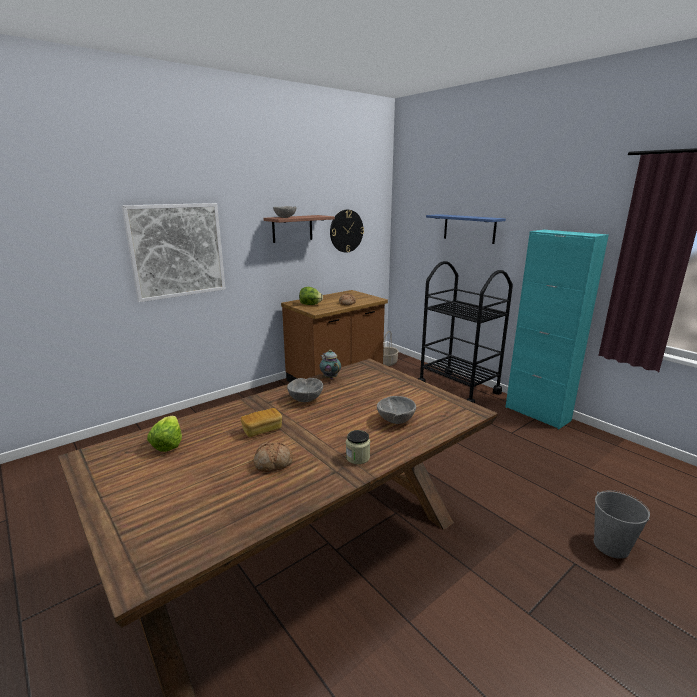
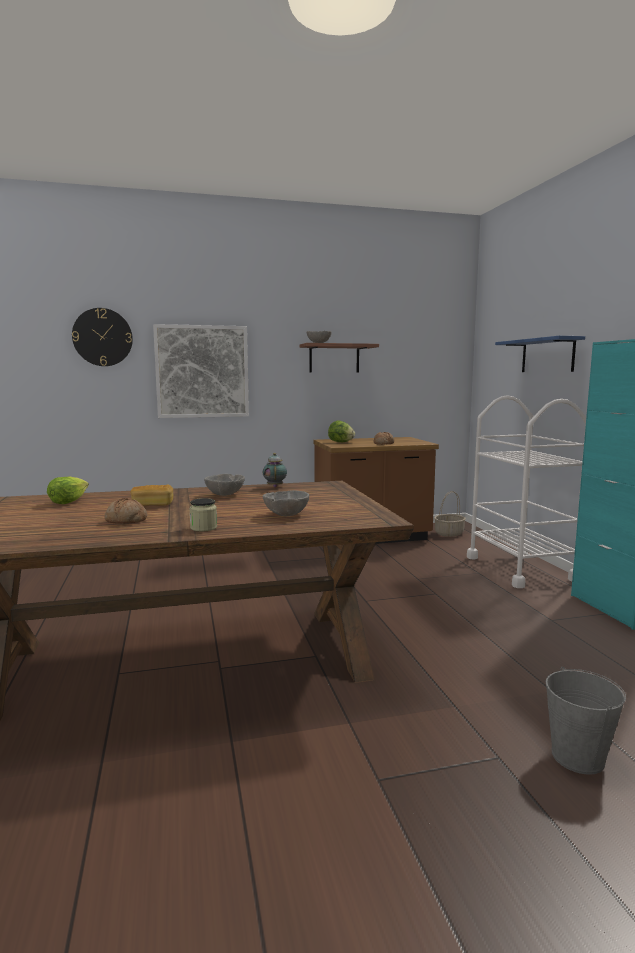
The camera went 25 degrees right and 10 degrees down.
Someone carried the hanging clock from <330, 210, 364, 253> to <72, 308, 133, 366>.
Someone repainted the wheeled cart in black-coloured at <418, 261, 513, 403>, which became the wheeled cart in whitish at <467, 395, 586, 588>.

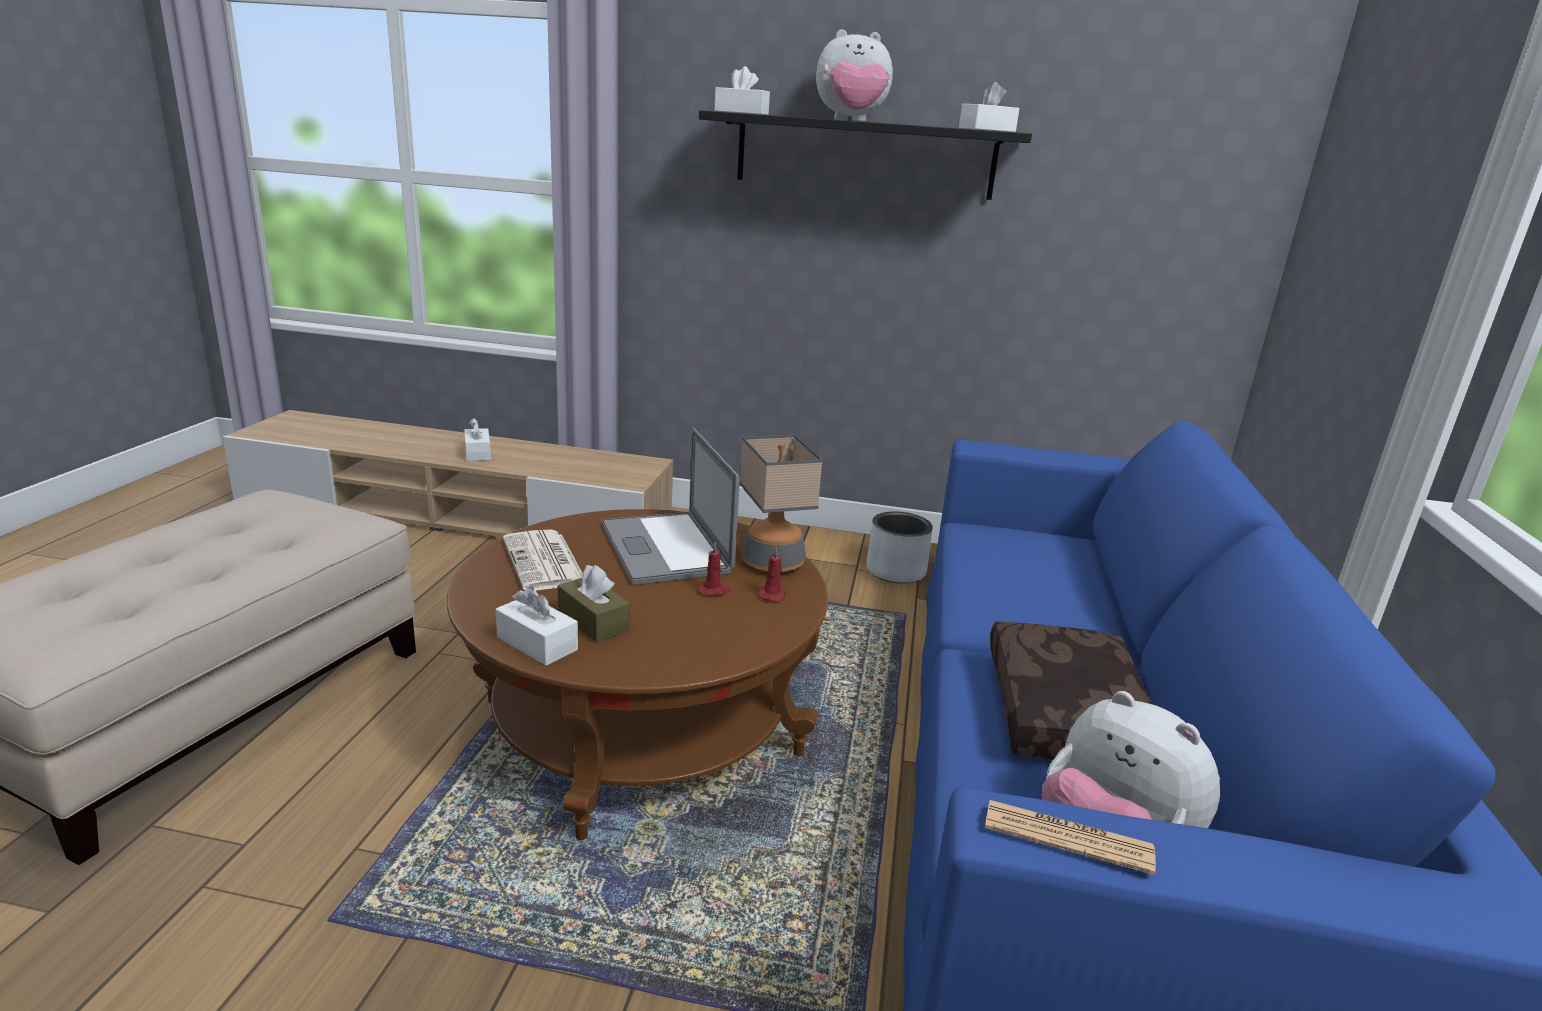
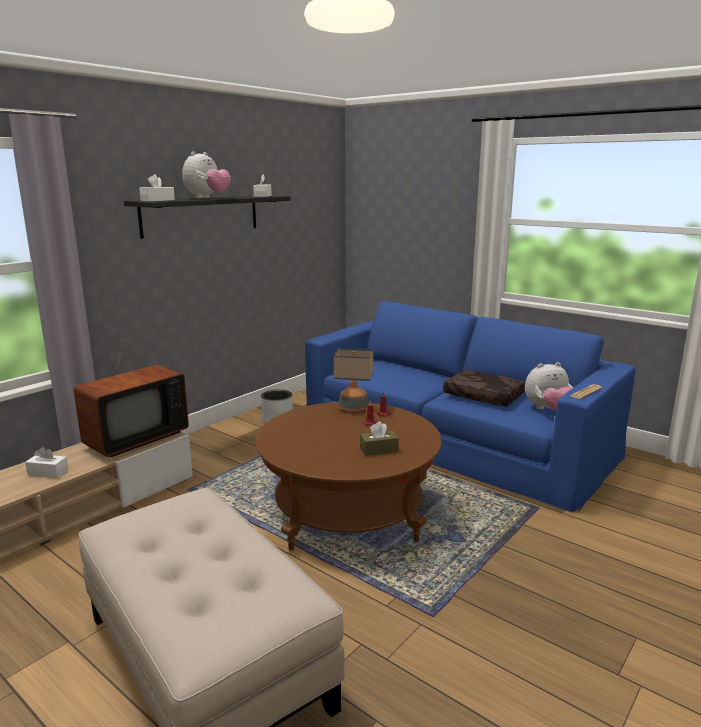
The camera went 60 degrees left and 5 degrees down.
Someone put down the TV set at <73, 337, 189, 457>.
Someone took away the tissue holder in whitish at <495, 586, 578, 666>.
Someone took away the newspaper at <503, 530, 583, 591>.
Someone took away the notebook computer at <601, 428, 740, 585>.

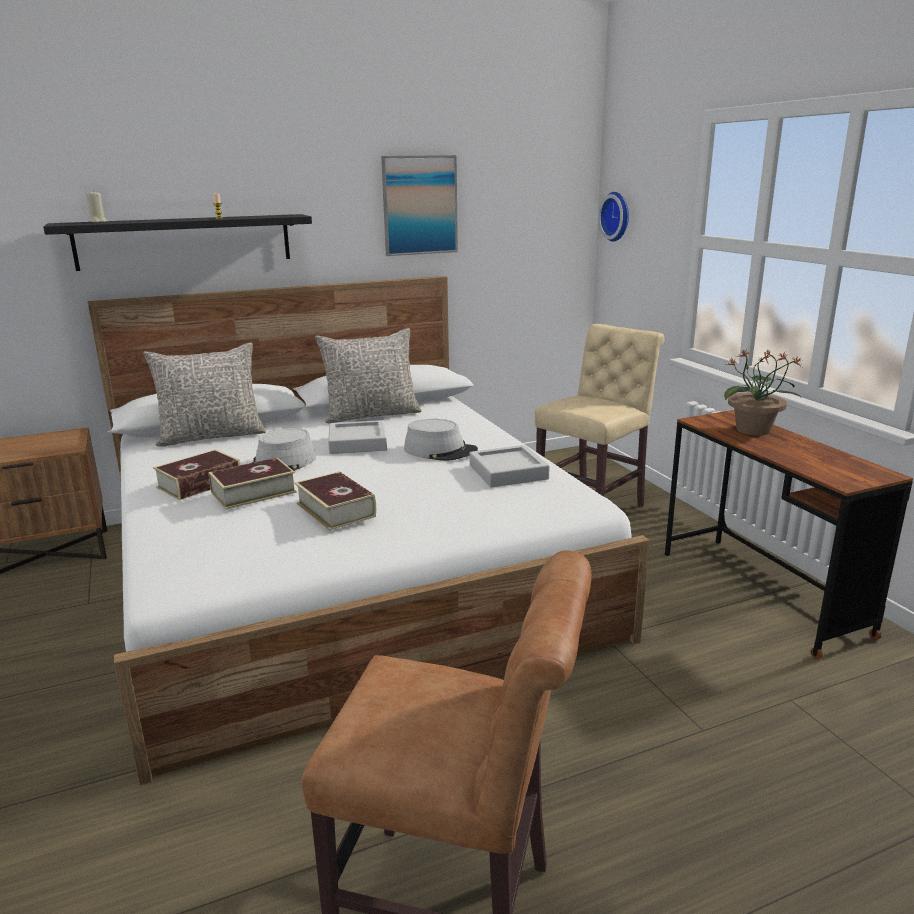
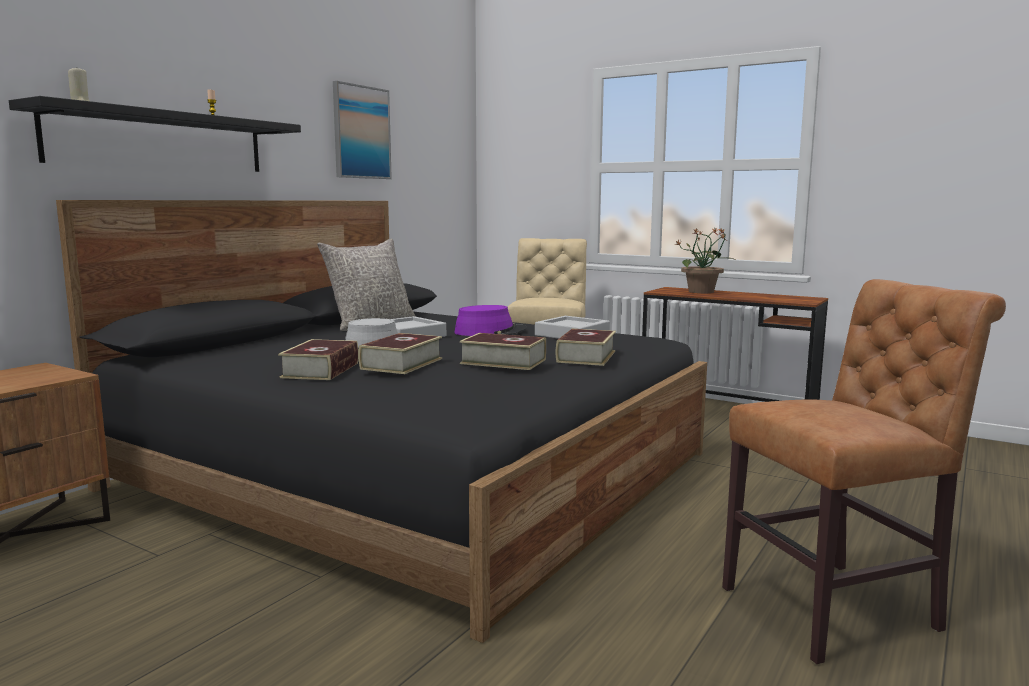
The camera went 35 degrees left and 10 degrees down.
Someone repainted the sleeping bed in whitish at <88, 276, 649, 785>, which became the sleeping bed in black-coloured at <56, 200, 707, 643>.
Someone repainted the clothing hat in greyish at <404, 419, 478, 461>, which became the clothing hat in purple-coloured at <454, 305, 527, 336>.
Someone put down the book at <556, 329, 616, 366>.
Someone took away the pillow in greyish at <143, 342, 266, 447>.
Someone took away the hanging clock at <598, 192, 629, 242>.

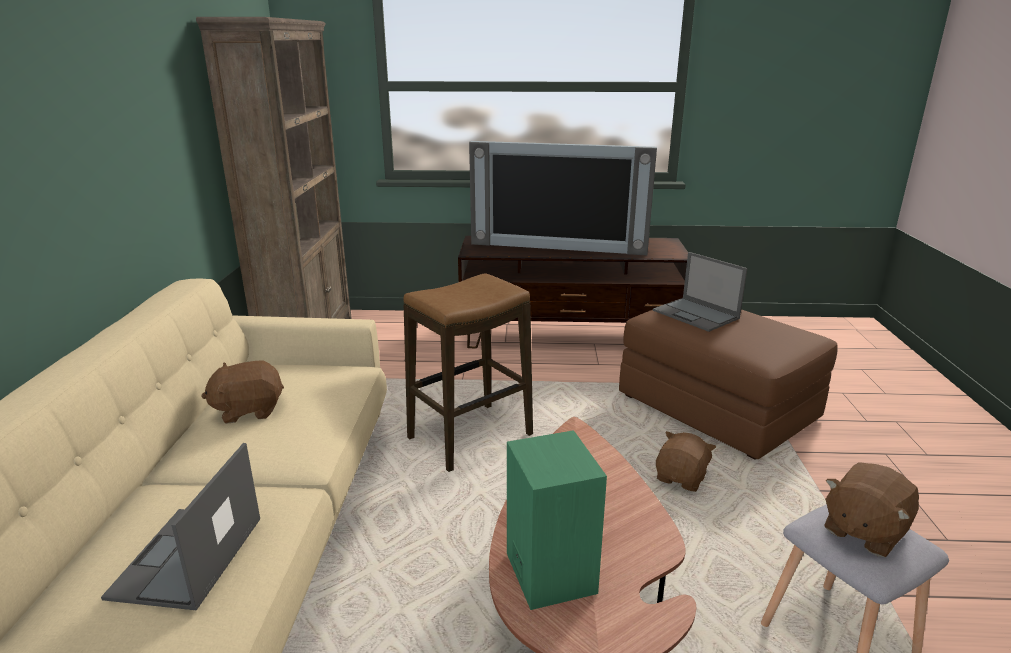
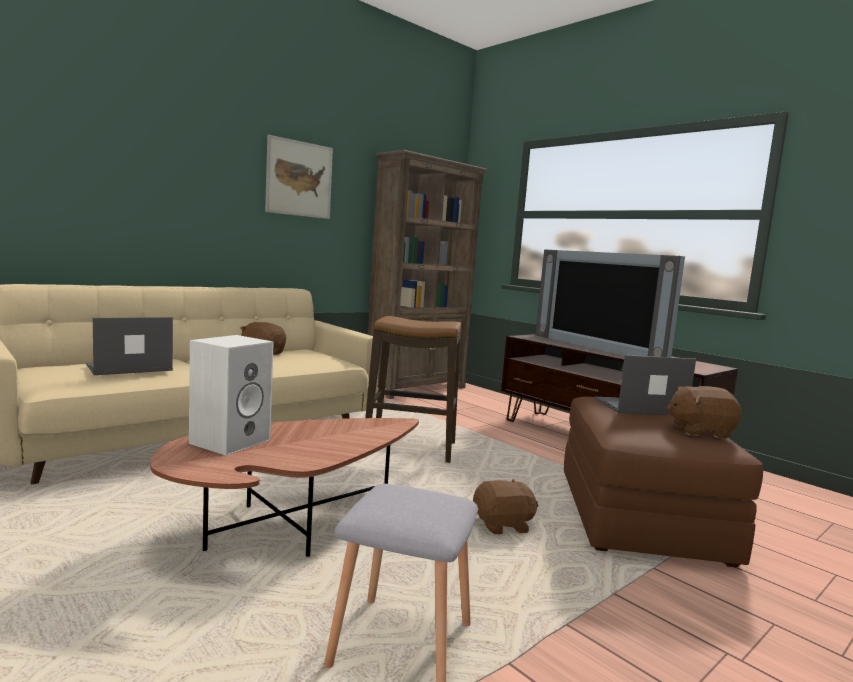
The camera went 45 degrees right and 15 degrees down.
Someone repainted the speaker in green at <507, 430, 607, 610>, which became the speaker in whitish at <189, 335, 274, 456>.
Someone put up the picture at <265, 135, 333, 219>.
Someone rotated the notebook computer at <653, 252, 747, 332> by 75 degrees clockwise.
Someone carried the cuddly toy in brown-coloured from <824, 462, 919, 557> to <666, 386, 741, 439>.

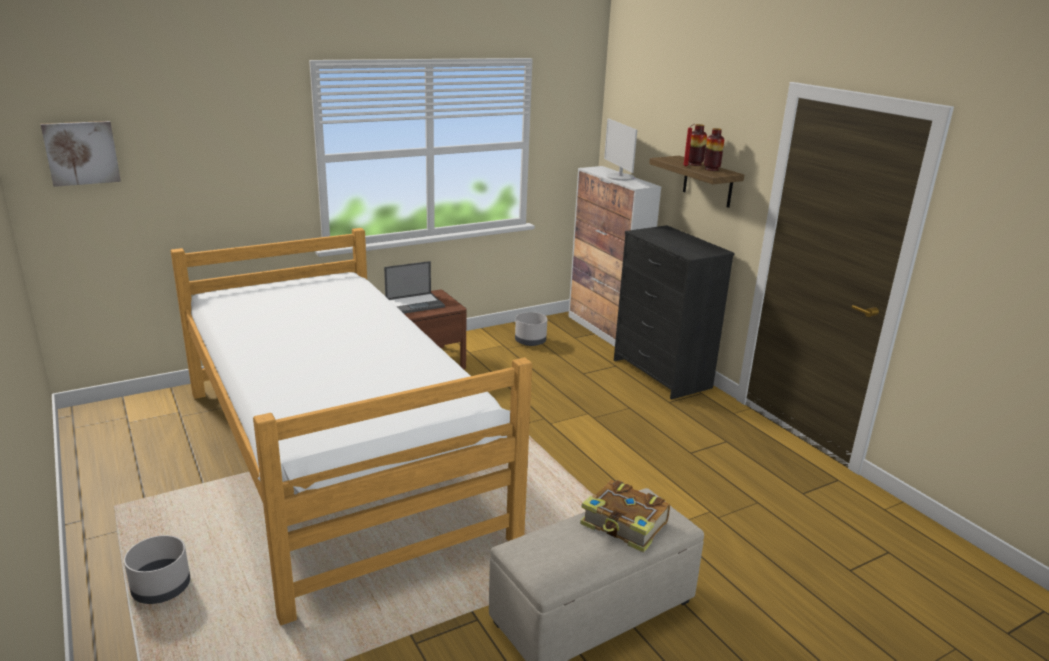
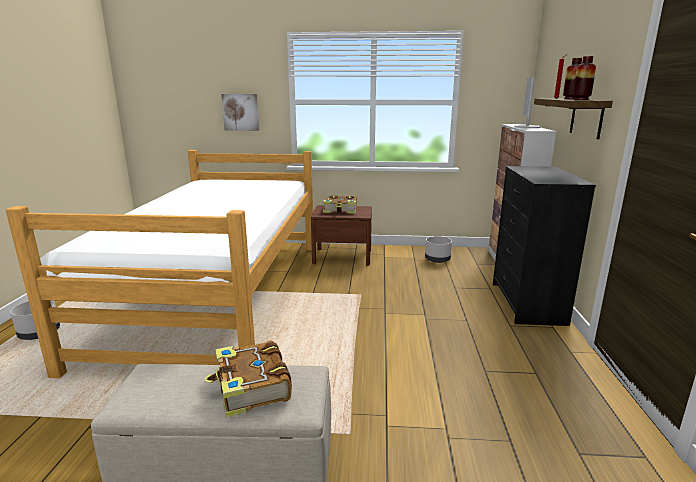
The camera went 35 degrees right and 5 degrees down.
Someone carried the picture from <41, 121, 121, 187> to <221, 94, 259, 131>.
Someone swapped the notebook computer at <384, 261, 445, 314> for the book at <323, 195, 357, 214>.

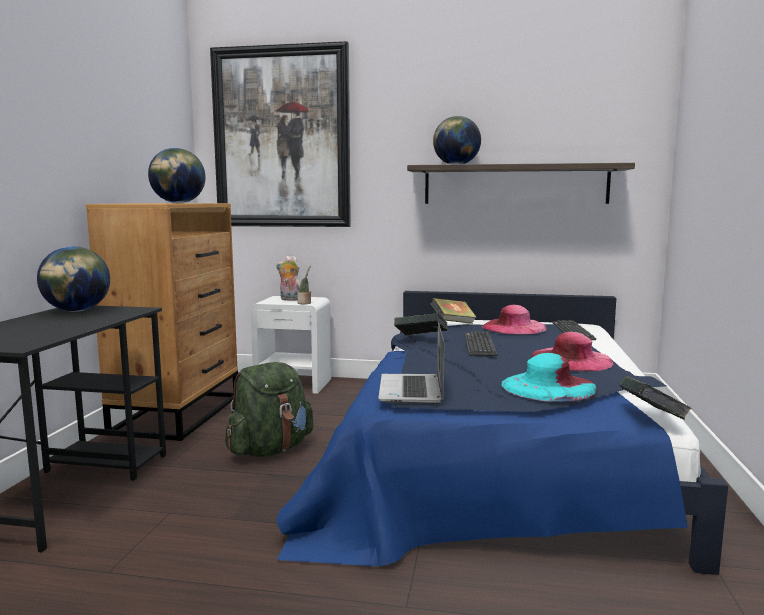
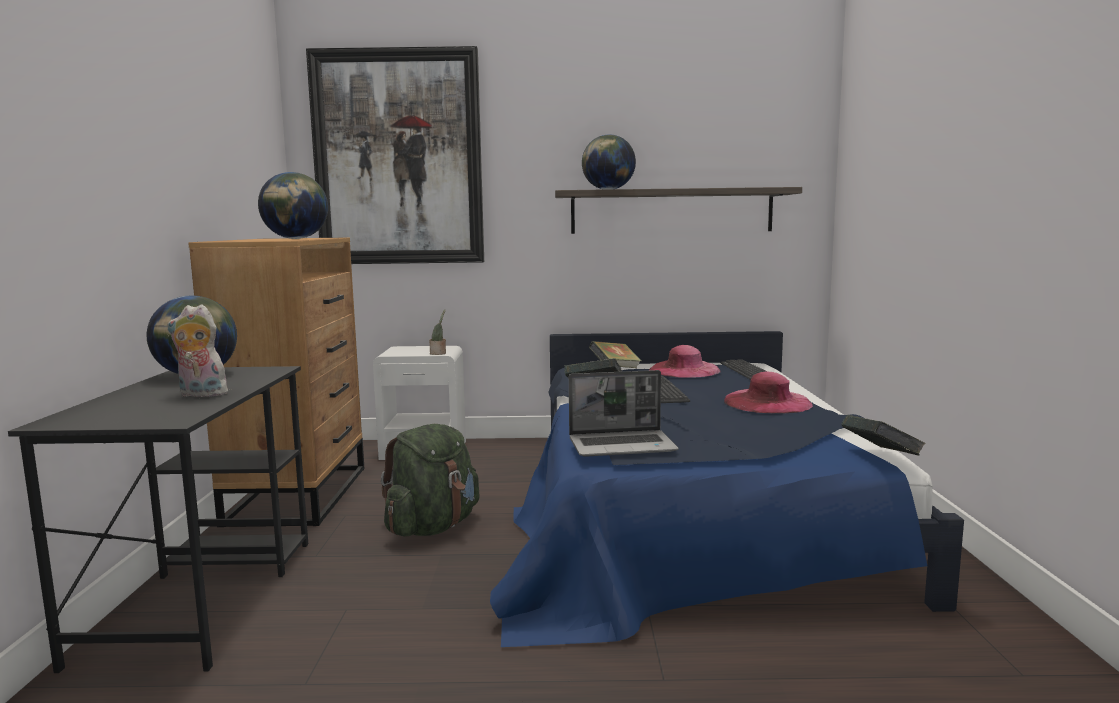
The camera went 10 degrees left and 0 degrees up.
Someone carried the cuddly toy from <276, 256, 300, 301> to <167, 304, 234, 397>.
Someone rotated the notebook computer at <378, 322, 444, 404> by 90 degrees counterclockwise.
Someone took away the clothing hat in turquoise at <501, 353, 597, 402>.

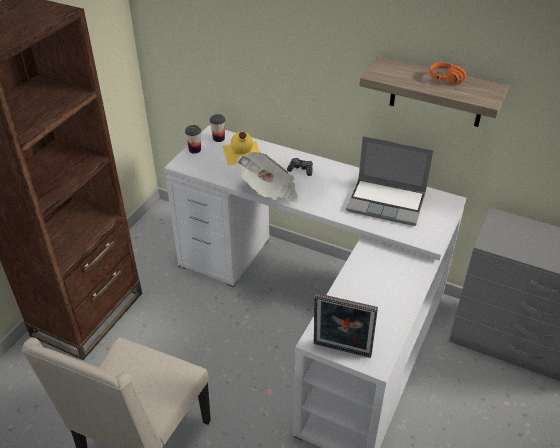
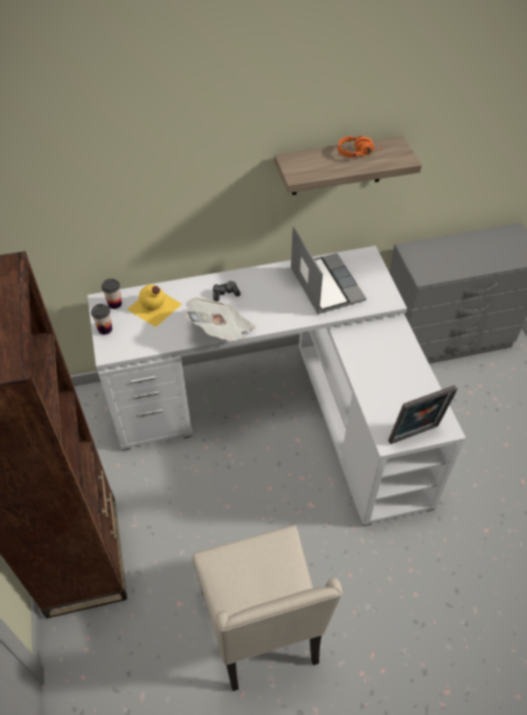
The camera went 40 degrees left and 10 degrees up.
Someone rotated the notebook computer at <346, 137, 433, 226> by 90 degrees counterclockwise.

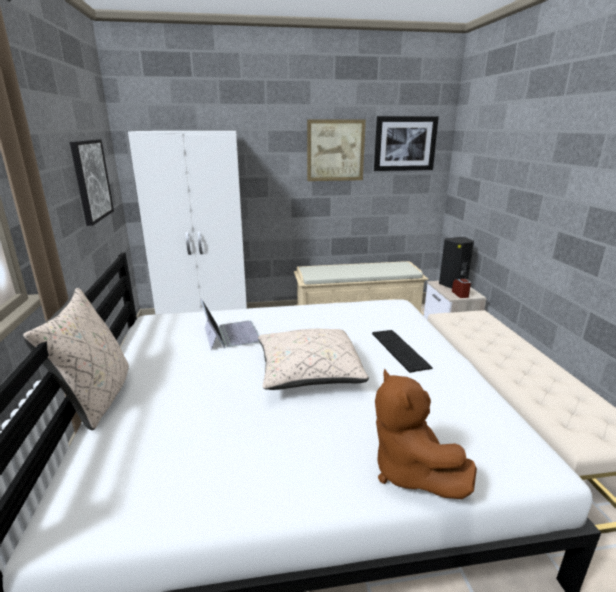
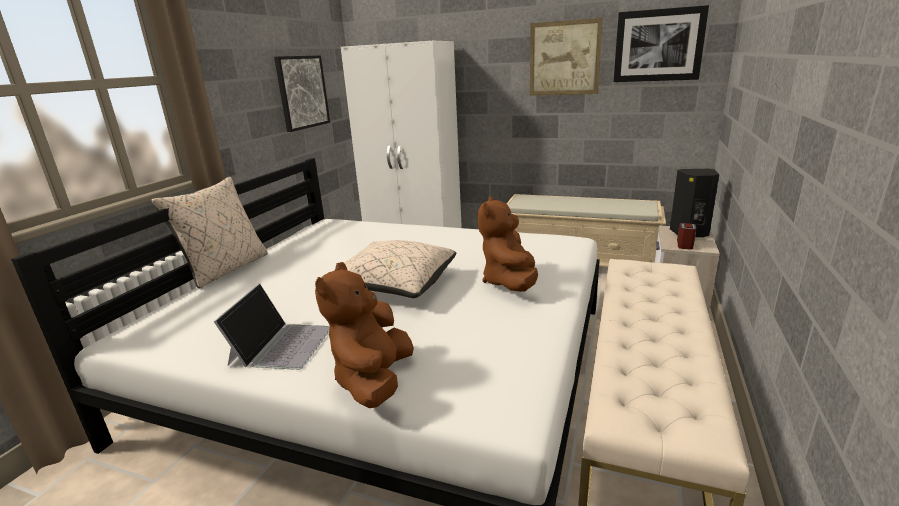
The camera went 30 degrees right and 0 degrees up.
Someone carried the notebook computer from <200, 299, 259, 350> to <214, 283, 330, 370>.
Someone swapped the computer keyboard at <372, 330, 433, 373> for the cuddly toy in brown-coloured at <478, 196, 538, 292>.

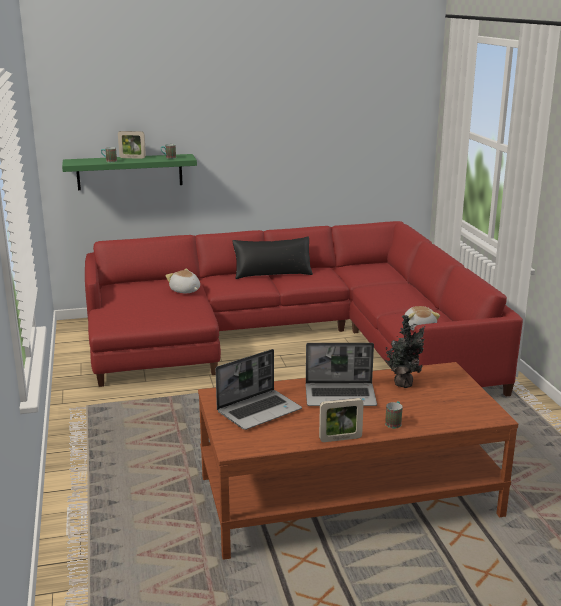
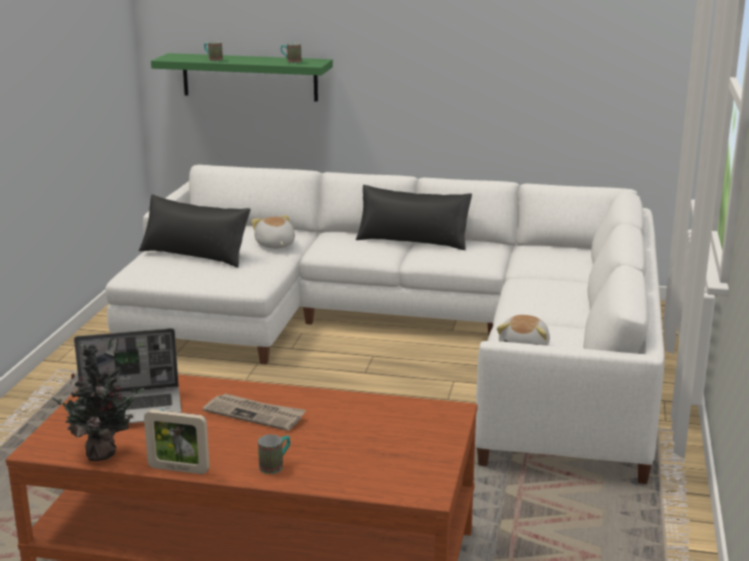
The camera went 25 degrees right and 0 degrees up.
Someone carried the potted plant from <384, 315, 425, 388> to <49, 344, 144, 461>.
Someone repainted the settee in red-coloured at <85, 221, 523, 396>, which became the settee in whitish at <105, 165, 665, 484>.
Someone put down the pillow in black-coloured at <139, 195, 251, 267>.
Someone swapped the notebook computer at <306, 343, 377, 406> for the newspaper at <203, 393, 306, 431>.
Someone took away the photo frame at <118, 131, 146, 159>.

